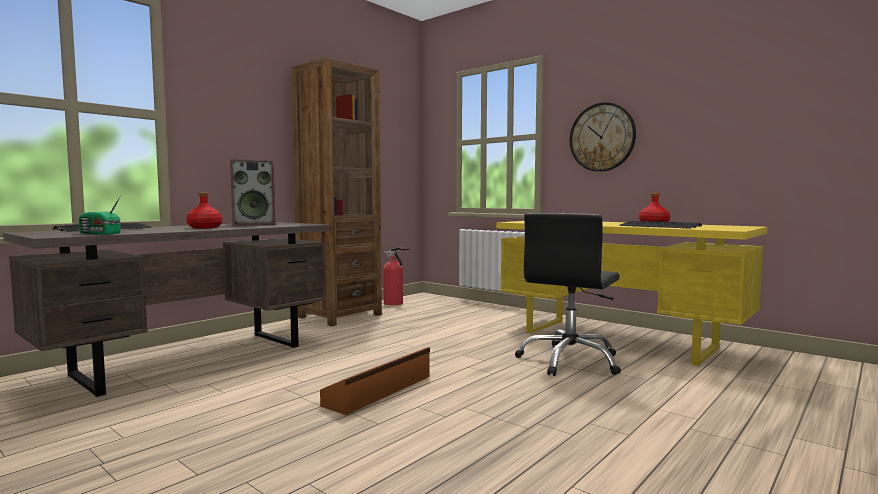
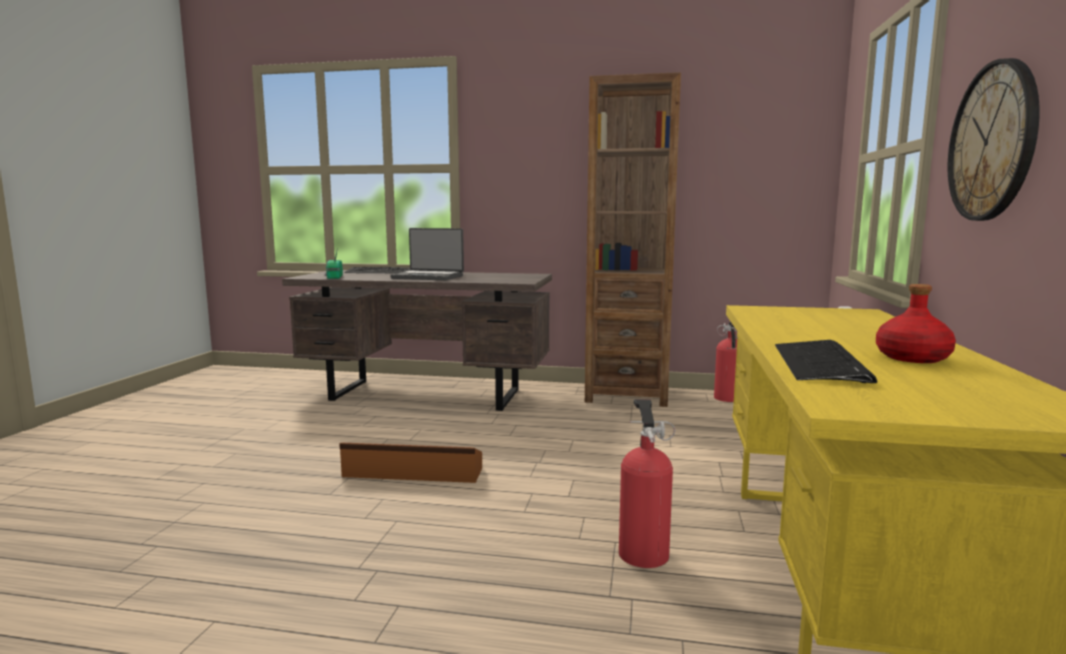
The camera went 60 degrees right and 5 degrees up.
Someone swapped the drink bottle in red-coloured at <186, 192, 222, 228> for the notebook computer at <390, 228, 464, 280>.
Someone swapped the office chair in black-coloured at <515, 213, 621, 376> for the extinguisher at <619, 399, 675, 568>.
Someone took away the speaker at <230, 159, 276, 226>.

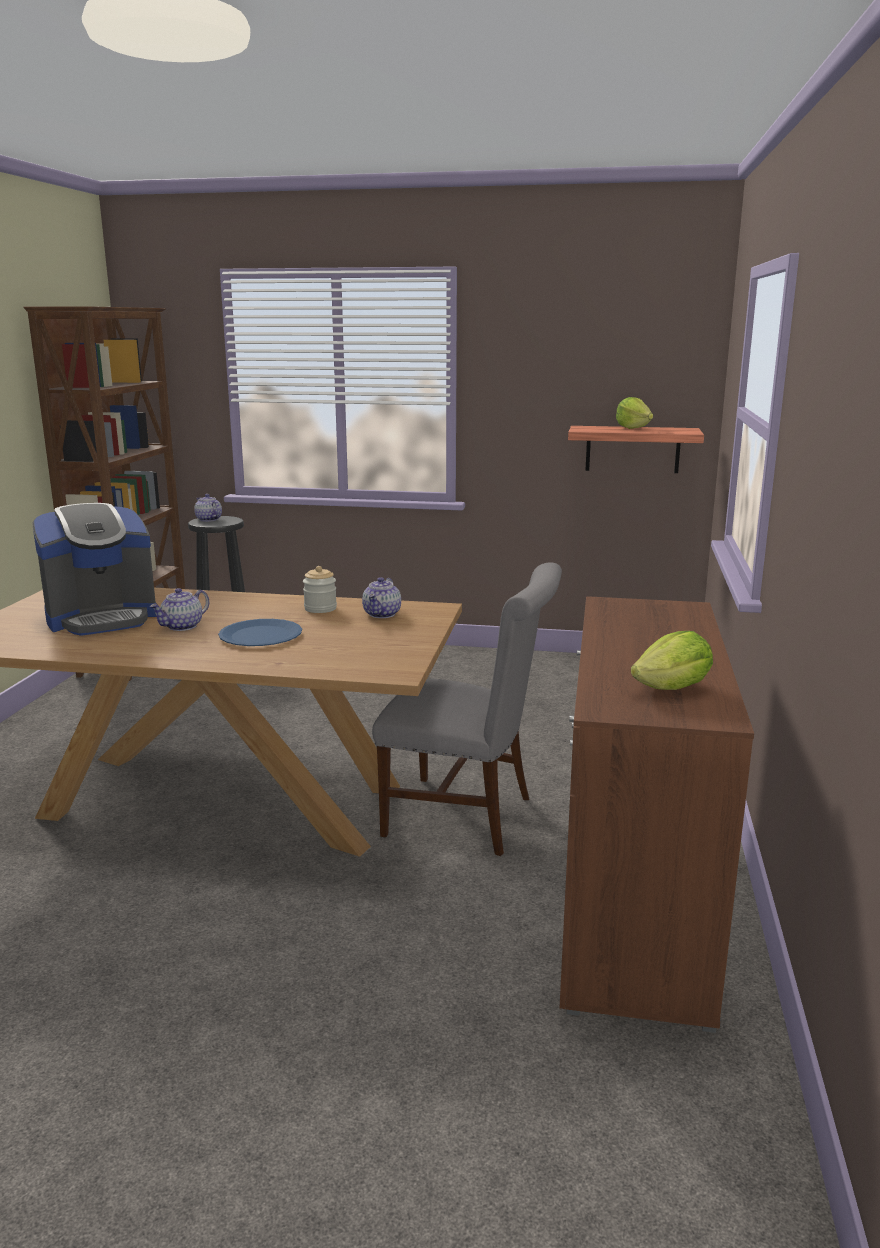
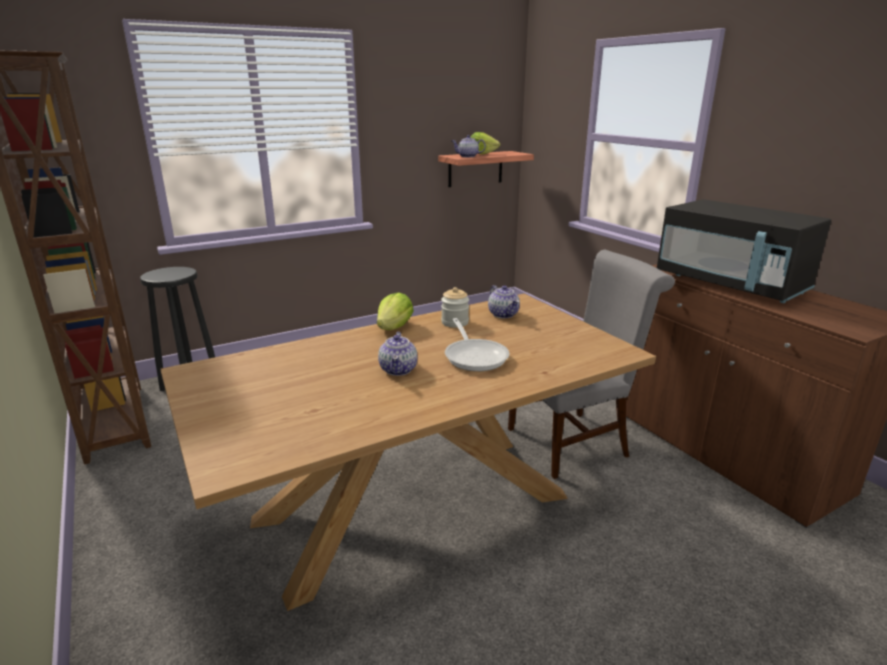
The camera went 40 degrees left and 5 degrees up.
Someone carried the lettuce head from <631, 631, 713, 690> to <377, 292, 414, 330>.
Someone swapped the plate in blue-coloured at <218, 619, 302, 646> for the skillet at <445, 318, 509, 371>.
Someone carried the teapot from <194, 494, 222, 522> to <452, 135, 486, 157>.
Someone put down the microwave in black-coloured at <657, 199, 831, 303>.
Someone took away the coffee brewer at <32, 503, 156, 636>.

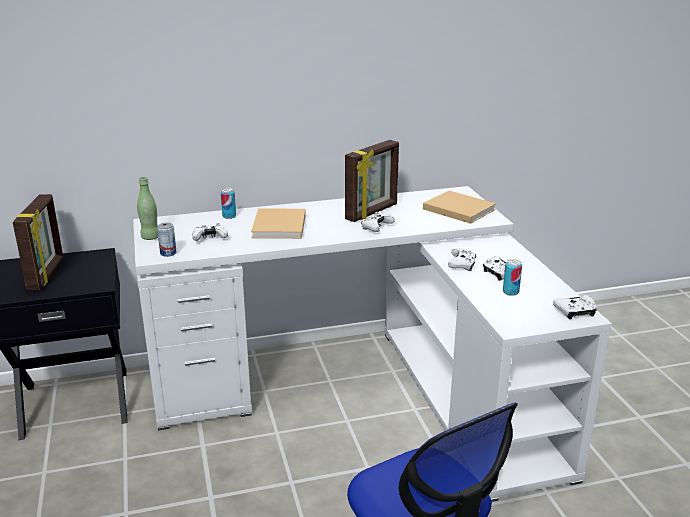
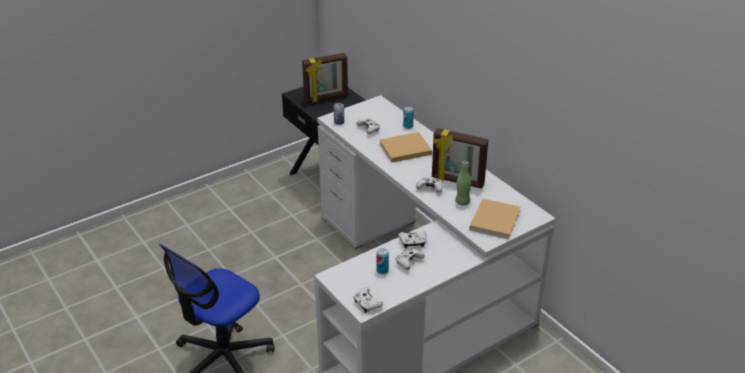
The camera went 70 degrees right and 10 degrees up.
Someone carried the drink bottle in green from <137, 177, 158, 240> to <456, 161, 471, 205>.

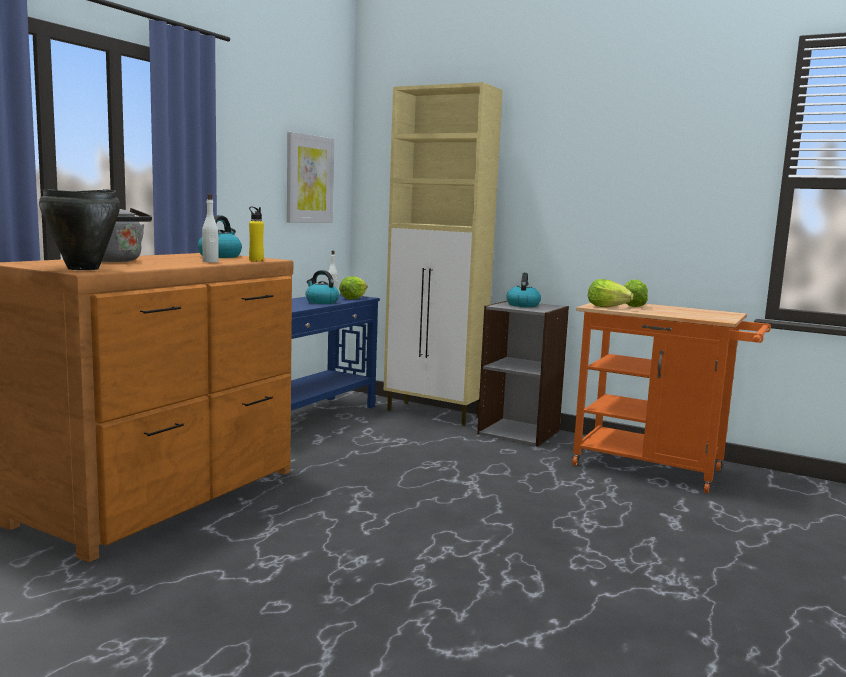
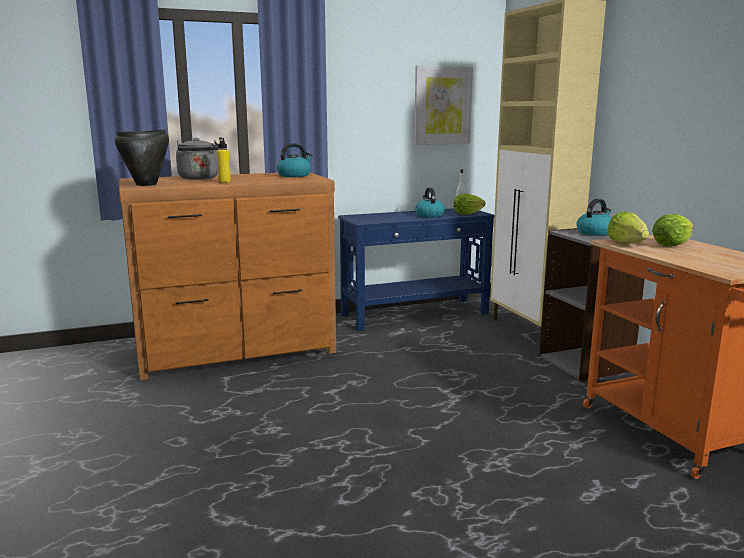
The camera went 40 degrees right and 5 degrees up.
Someone carried the drink bottle in yellow-coloured from <249, 207, 264, 261> to <217, 137, 231, 183>.
Someone took away the drink bottle in whitish at <202, 194, 219, 262>.

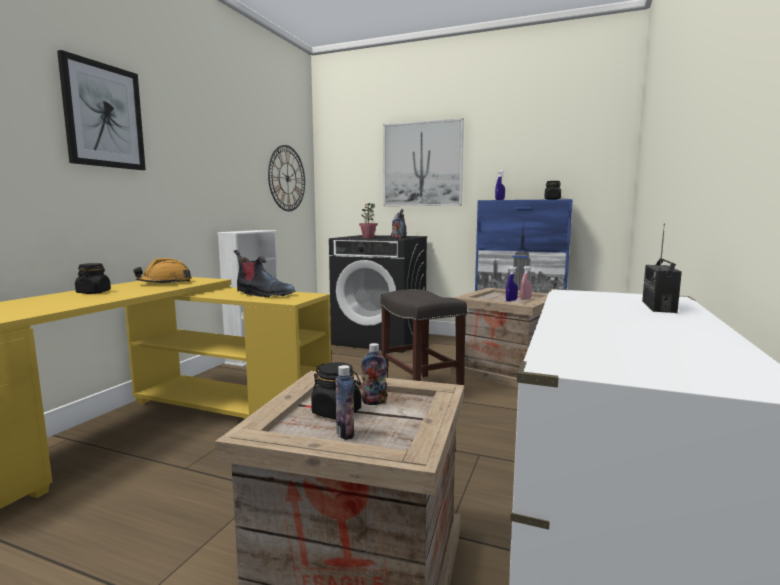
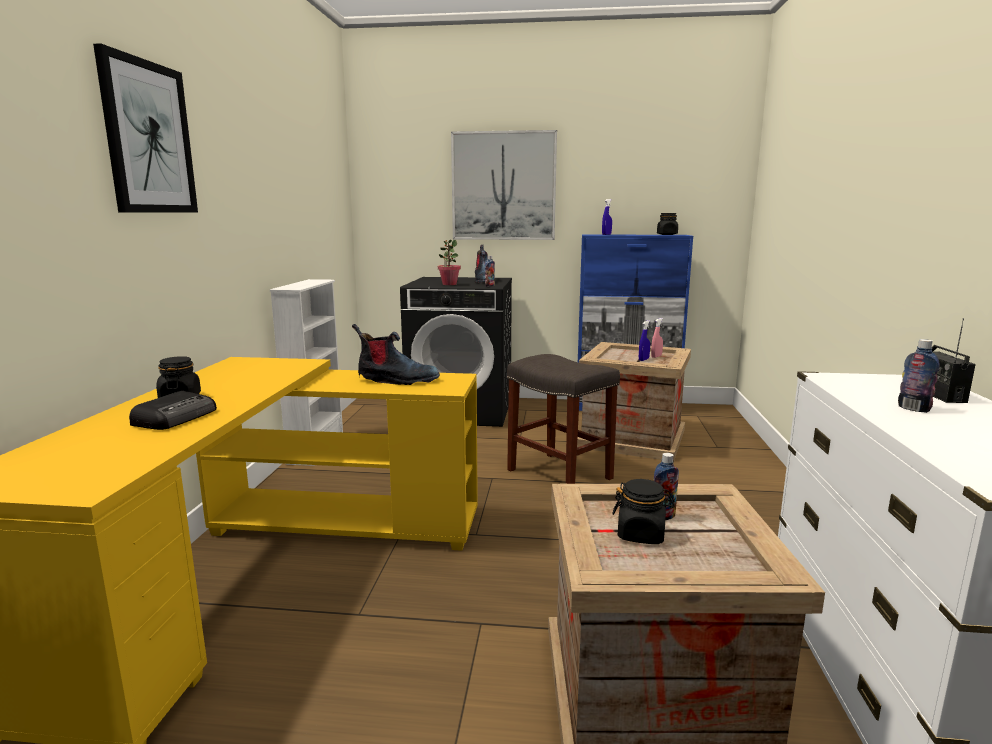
The camera went 15 degrees left and 5 degrees up.
Someone put down the radio set at <129, 391, 217, 430>.
Someone carried the drink bottle from <335, 365, 354, 440> to <898, 339, 940, 413>.
Someone took away the safety helmet in orange at <133, 258, 192, 284>.
Someone took away the hanging clock at <268, 145, 305, 211>.

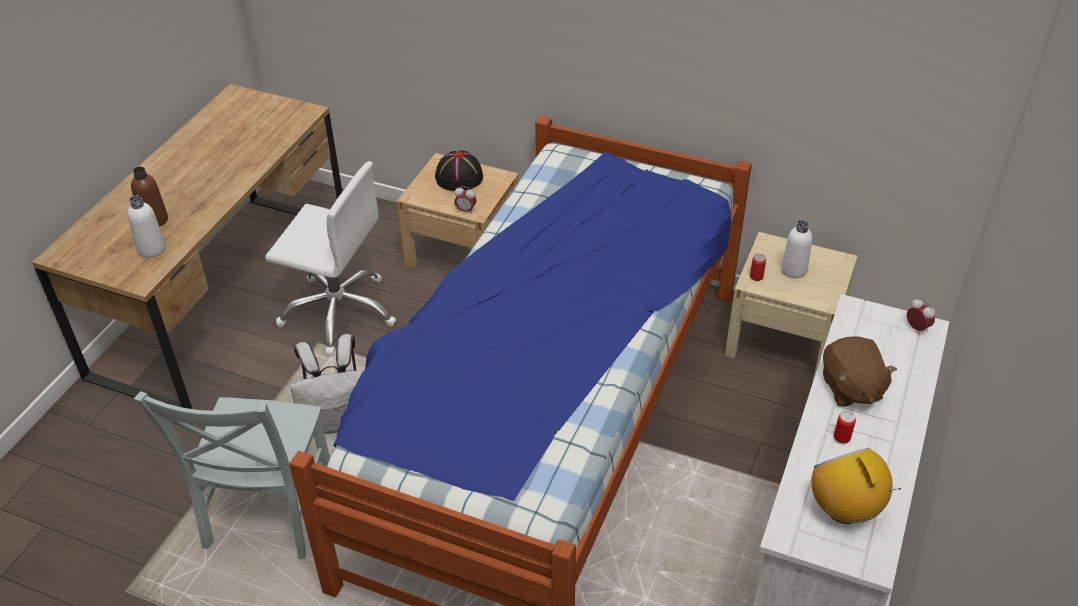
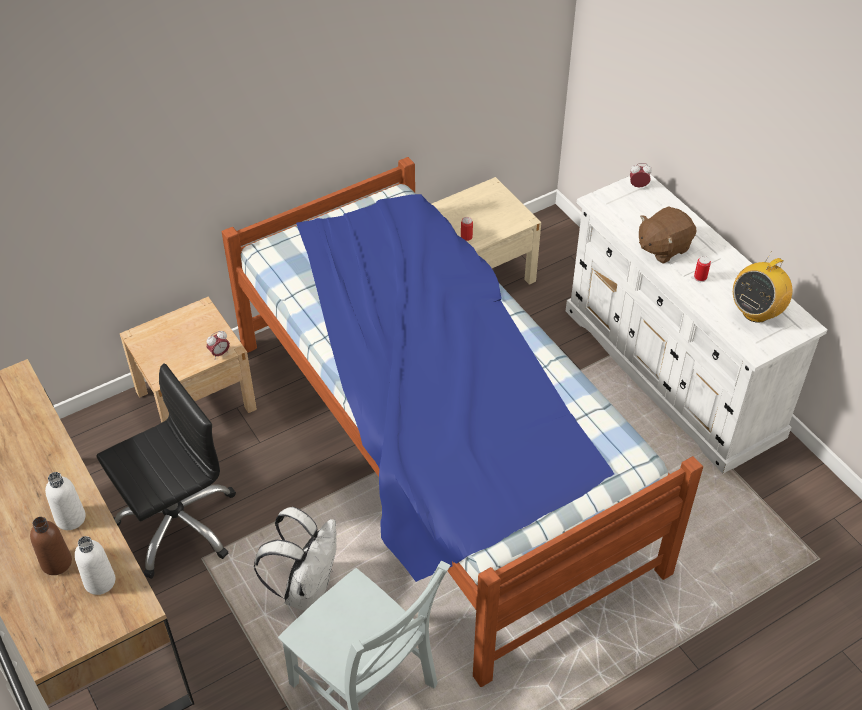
The camera went 55 degrees left and 5 degrees up.
Someone carried the drink bottle in whitish from <781, 220, 812, 278> to <45, 472, 86, 530>.
Someone repainted the office chair in whitish at <265, 161, 396, 355>, which became the office chair in black-coloured at <96, 363, 236, 579>.
Someone rotated the cuddly toy in brown-coloured at <823, 336, 897, 407> by 120 degrees clockwise.
Someone rotated the radio set at <811, 448, 901, 524> by 60 degrees counterclockwise.
Someone took away the clothing hat in black-coloured at <435, 150, 483, 191>.

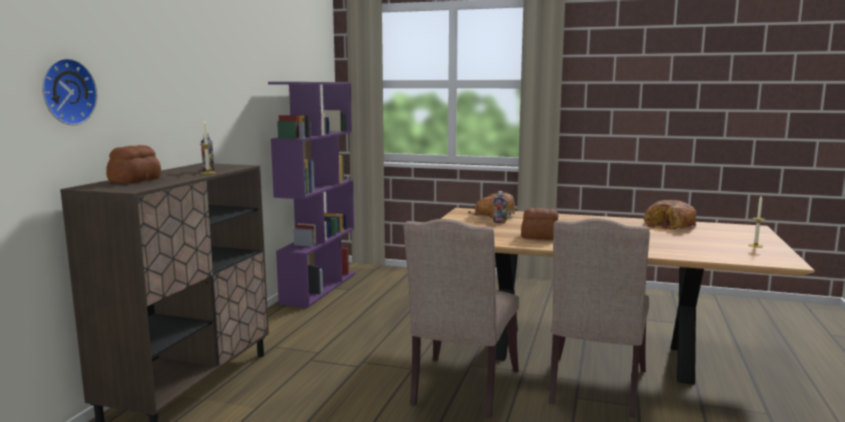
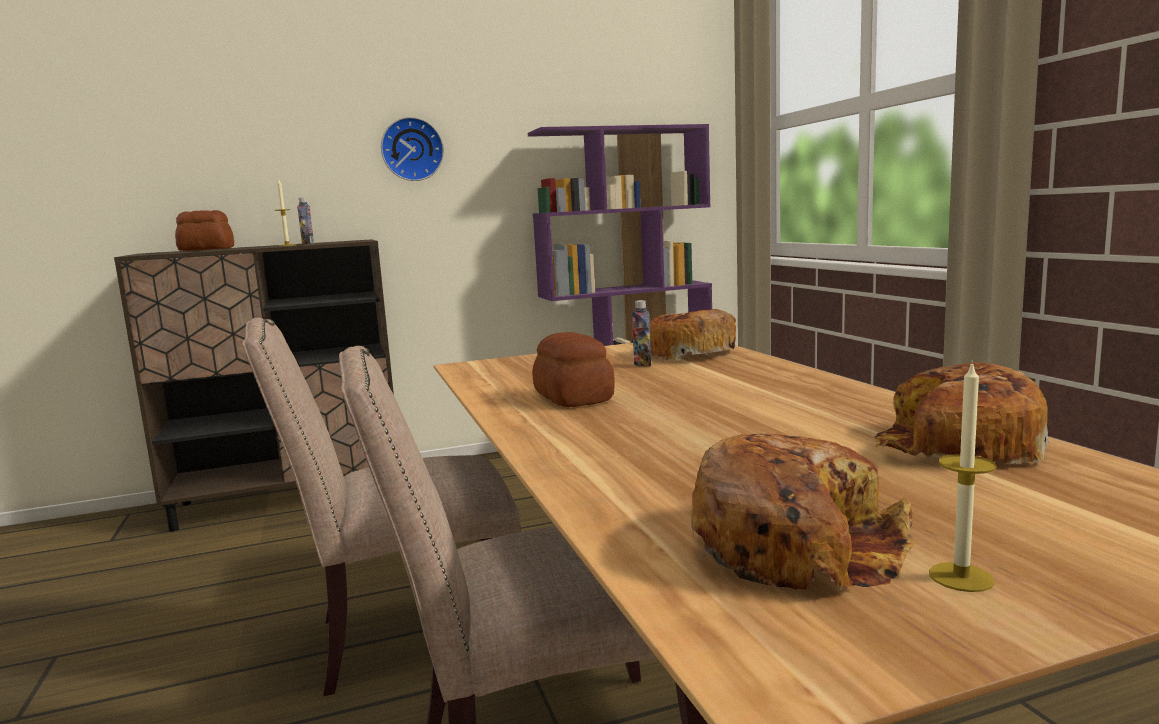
The camera went 55 degrees right and 0 degrees up.
Someone carried the hanging clock from <42, 58, 97, 125> to <381, 117, 444, 181>.
Someone put down the baked bread at <691, 434, 914, 590>.

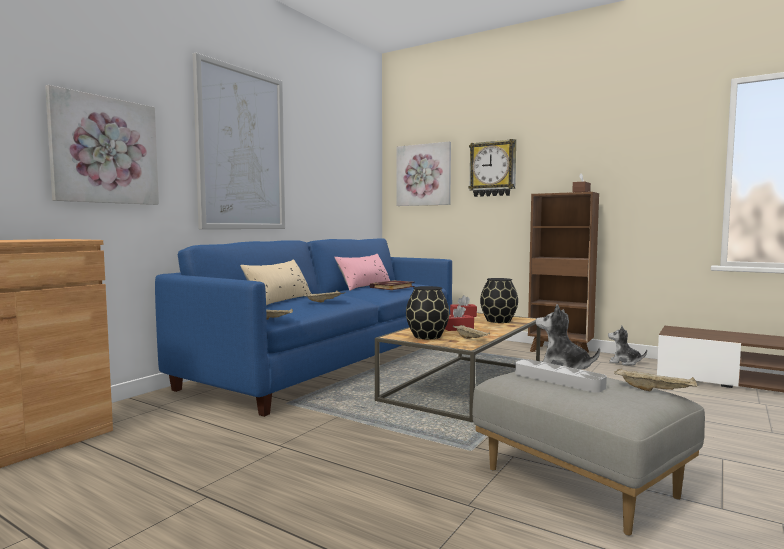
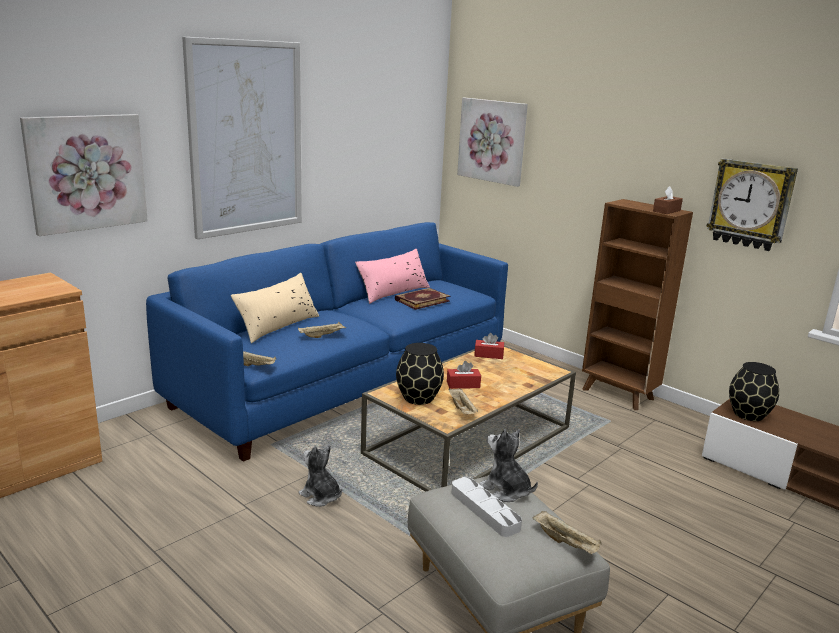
The camera went 10 degrees right and 15 degrees up.
Someone carried the cuddly toy from <608, 325, 647, 366> to <298, 445, 342, 507>.
Someone carried the hanging clock from <469, 139, 516, 197> to <706, 158, 798, 251>.
Someone carried the decorative vase in black-coloured from <480, 278, 518, 323> to <729, 362, 779, 421>.

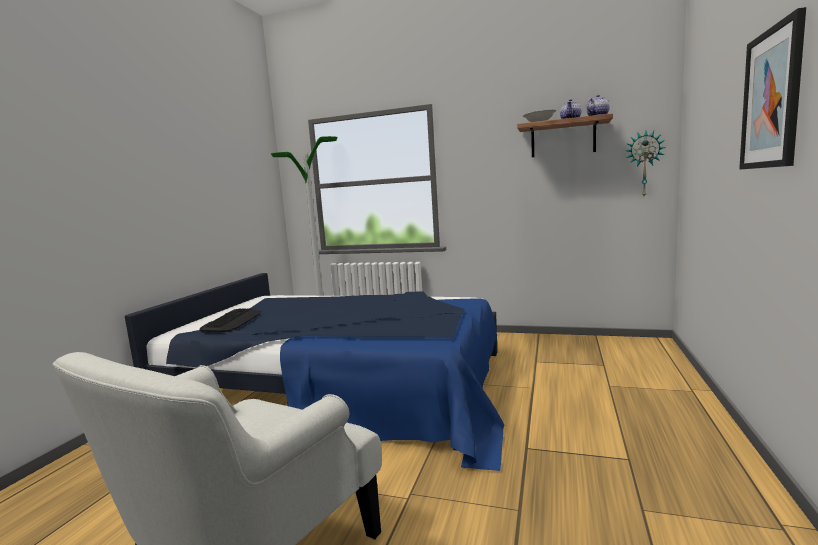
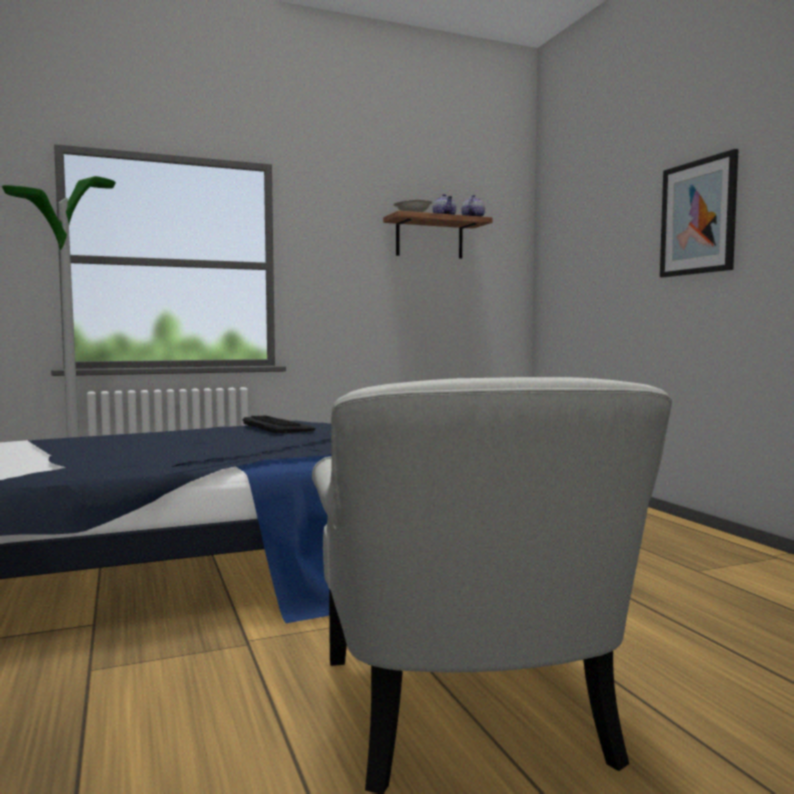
The camera went 40 degrees left and 5 degrees down.
Someone carried the computer keyboard from <200, 308, 261, 333> to <243, 416, 316, 433>.
Someone took away the hanging clock at <626, 131, 666, 196>.

